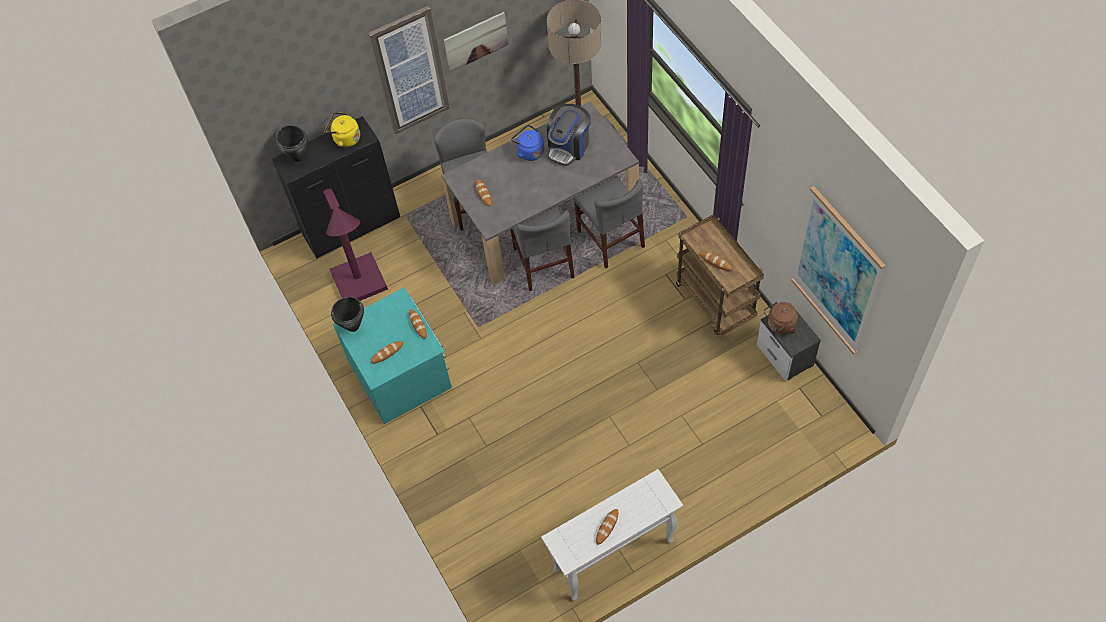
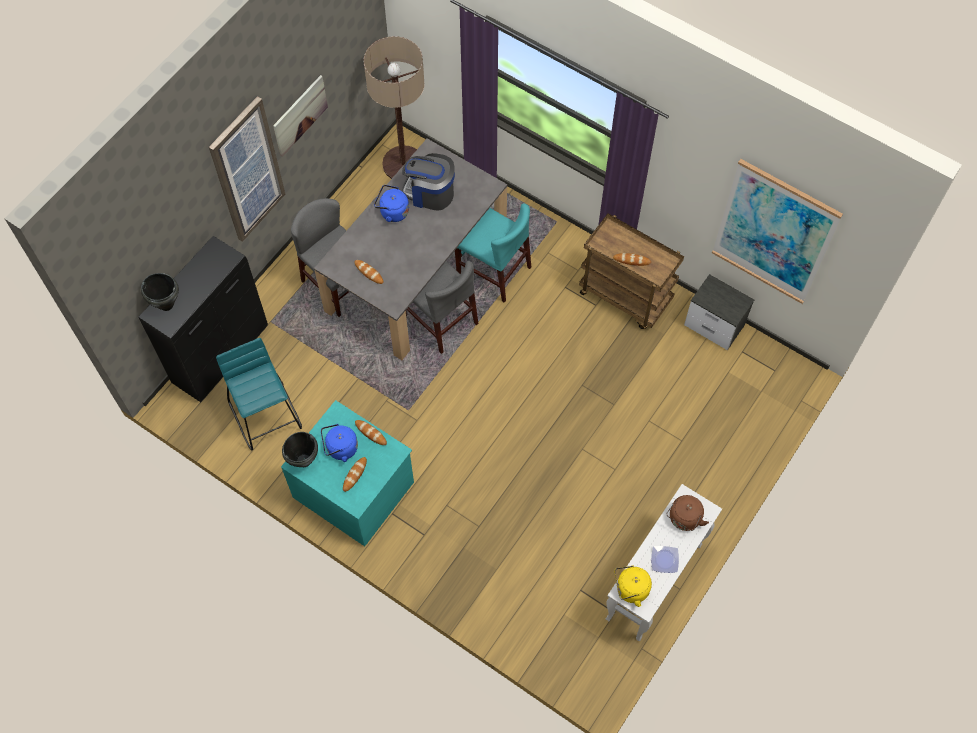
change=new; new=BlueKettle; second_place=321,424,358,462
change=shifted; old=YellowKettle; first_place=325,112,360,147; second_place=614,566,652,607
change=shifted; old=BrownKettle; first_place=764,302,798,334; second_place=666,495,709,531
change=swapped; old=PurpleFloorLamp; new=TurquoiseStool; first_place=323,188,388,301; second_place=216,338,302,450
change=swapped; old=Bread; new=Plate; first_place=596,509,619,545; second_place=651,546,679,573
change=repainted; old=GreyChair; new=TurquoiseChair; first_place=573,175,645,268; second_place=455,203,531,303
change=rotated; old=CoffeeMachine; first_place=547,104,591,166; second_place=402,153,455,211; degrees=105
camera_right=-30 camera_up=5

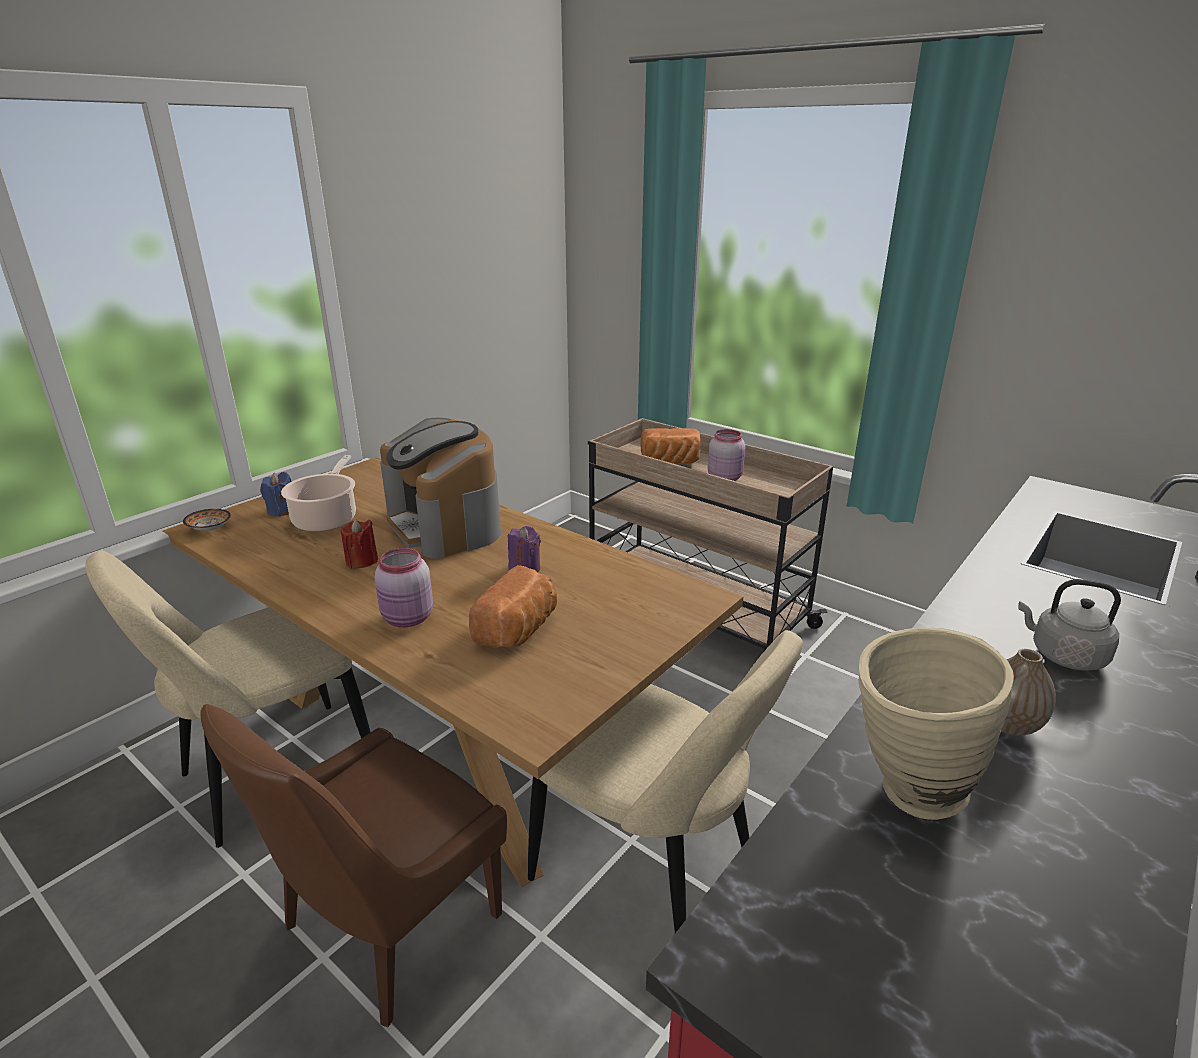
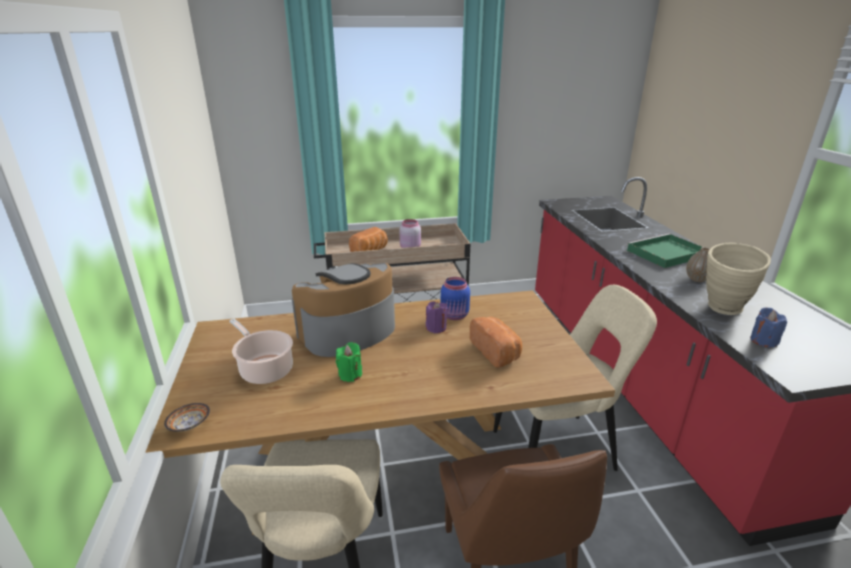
change=gone; old=PinkJar; first_place=375,548,433,627
change=new; new=BlueJar; second_place=441,277,470,320
change=shifted; old=BlueCandle; first_place=260,472,292,517; second_place=750,307,787,348
change=swapped; old=GreyKettle; new=GreenTray; first_place=1018,579,1121,671; second_place=627,234,702,268
change=repainted; old=RedCandle; new=GreenCandle; first_place=341,519,378,568; second_place=336,342,362,382
change=rotated; old=CoffeeMachine; first_place=380,418,501,559; second_place=292,263,395,357; degrees=135
camera_right=-50 camera_up=0

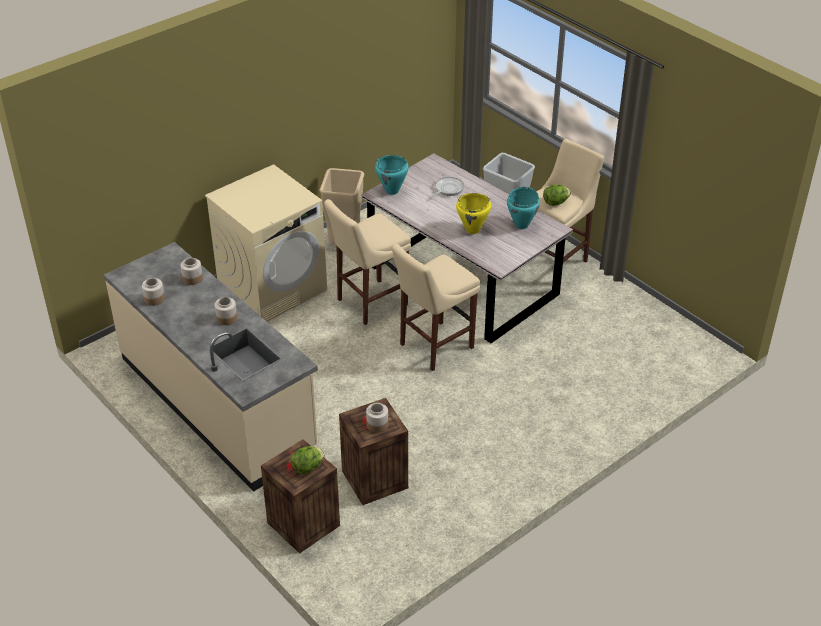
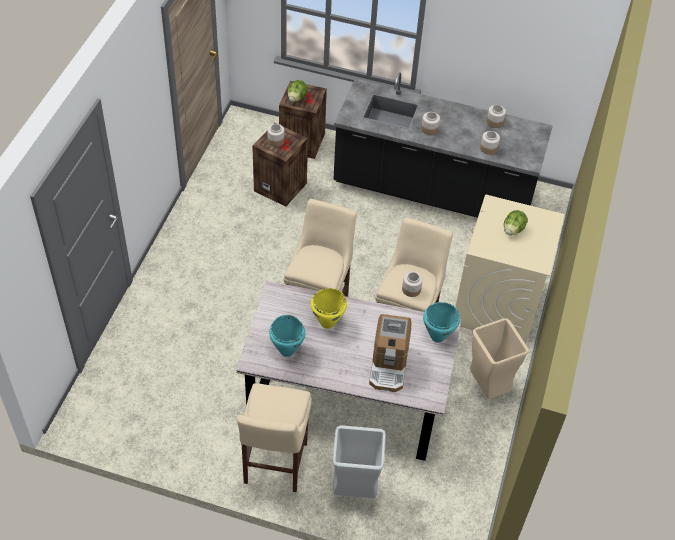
change=new; new=Jar; second_place=402,271,423,297
change=shifted; old=Lettuce; first_place=543,185,571,206; second_place=504,210,528,235
change=swapped; old=FryingPan; new=CoffeeMachine; first_place=429,177,464,199; second_place=369,314,411,392
change=repainted; old=BeigeCounter; new=BlackCounter; first_place=104,242,318,492; second_place=333,72,553,218
camera_right=145 camera_up=10

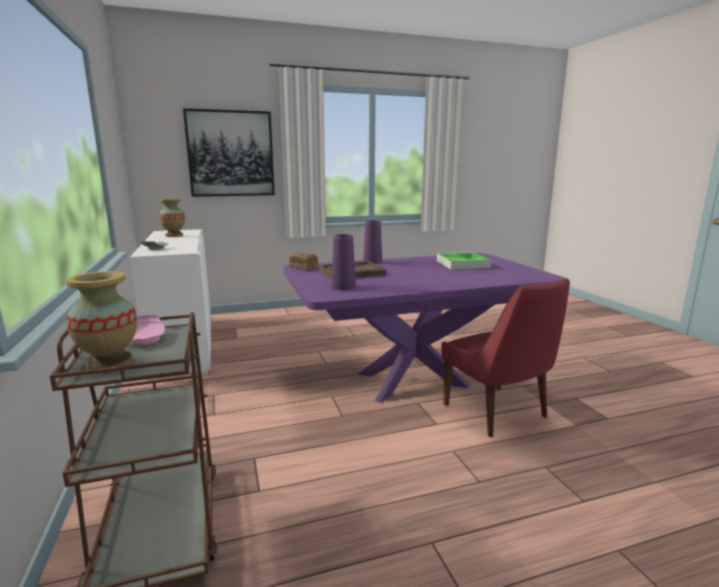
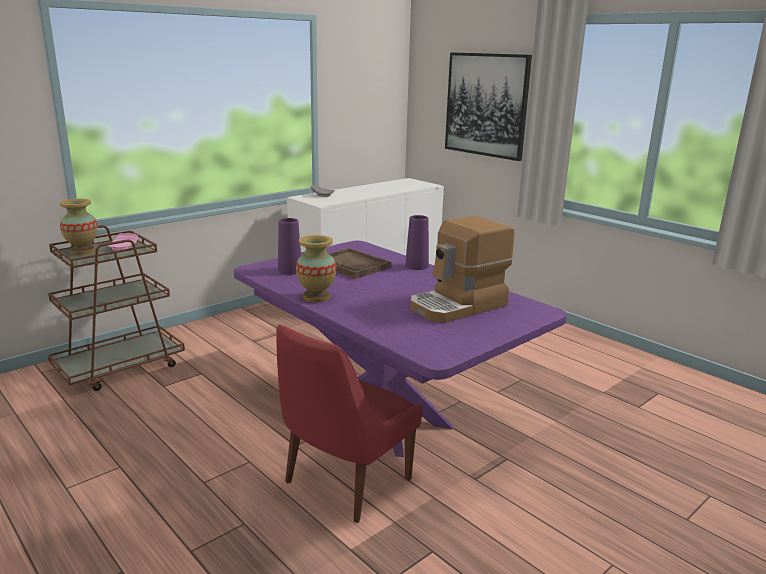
change=gone; old=Bread; first_place=289,253,318,270
change=shifted; old=Vase; first_place=159,199,185,237; second_place=296,235,336,302
change=swapped; old=Tray; new=CoffeeMachine; first_place=437,252,492,270; second_place=410,216,515,323
camera_right=65 camera_up=5

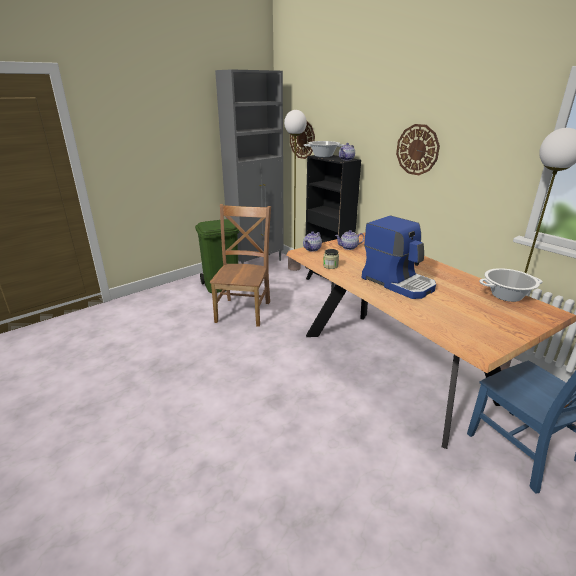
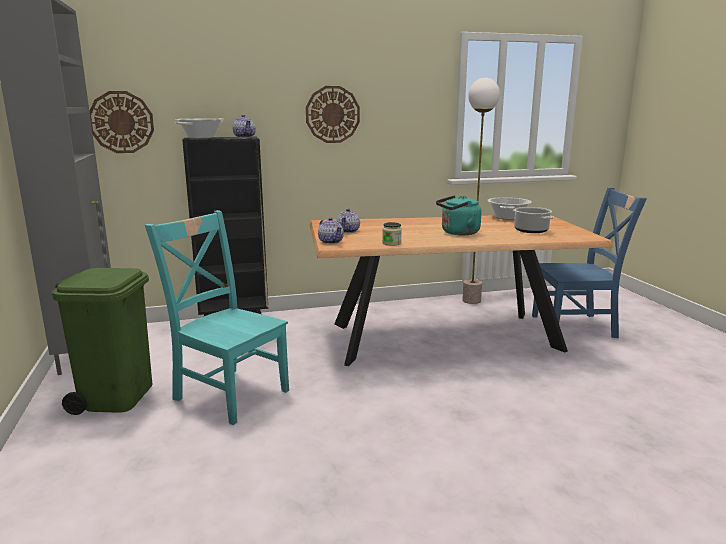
change=gone; old=FloorLamp; first_place=284,110,307,271
change=new; new=CookingPot; second_place=513,207,554,233
change=swapped; old=CoffeeMachine; new=TurquoiseKettle; first_place=362,216,436,299; second_place=436,195,482,235
change=repainted; old=BrownChair; new=TurquoiseChair; first_place=210,204,271,327; second_place=145,210,289,425
camera_right=-65 camera_up=-10

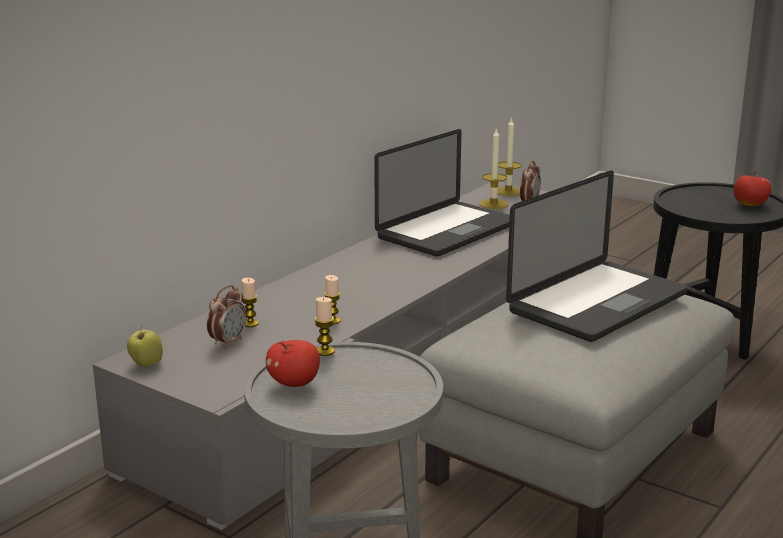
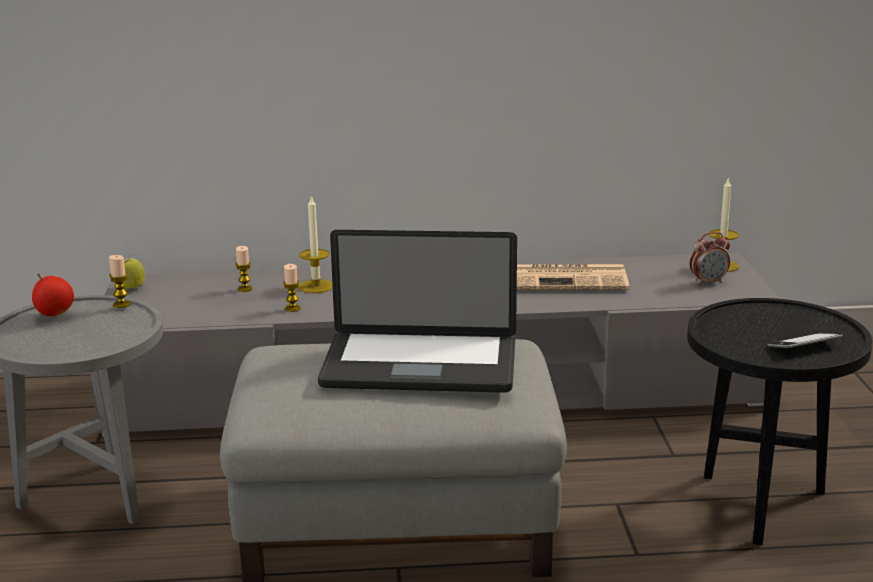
change=gone; old=AlarmClock; first_place=207,285,246,349
change=shifted; old=Candle; first_place=479,128,508,209; second_place=298,195,333,293
change=swapped; old=Laptop; new=Newspaper; first_place=374,129,510,257; second_place=517,264,629,290
change=swapped; old=Apple; new=Phone; first_place=734,171,772,206; second_place=767,333,843,348
camera_right=50 camera_up=0

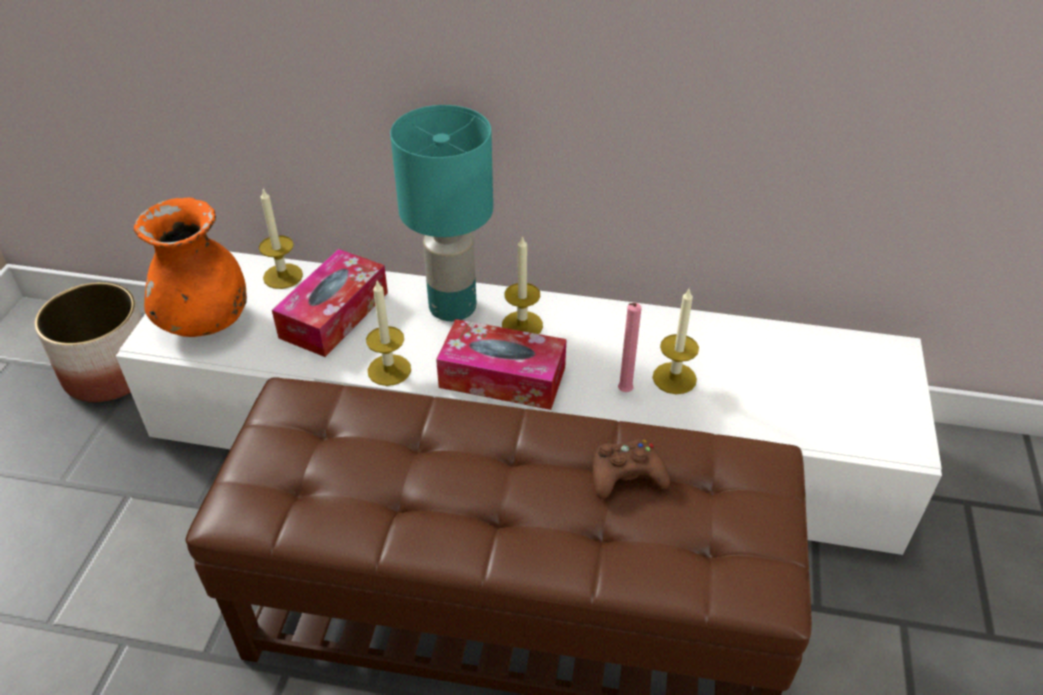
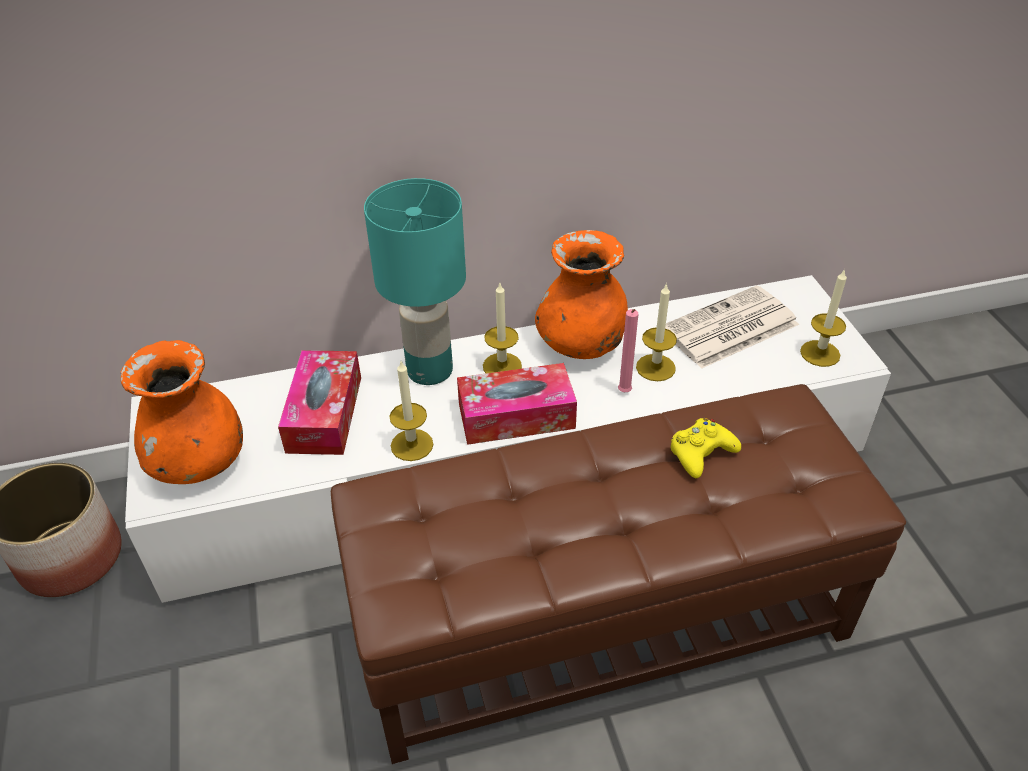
change=new; new=OrangeVase; second_place=535,230,628,359
change=new; new=Newspaper; second_place=665,285,799,369
change=shifted; old=Candle; first_place=259,189,303,289; second_place=800,269,847,367
change=repainted; old=BrownGameController; new=YellowGameController; first_place=593,439,670,499; second_place=670,418,741,478
camera_right=-25 camera_up=0

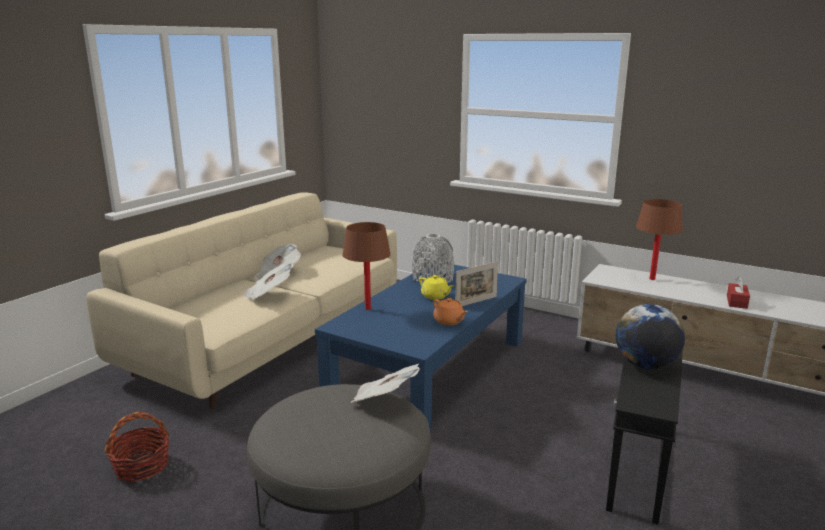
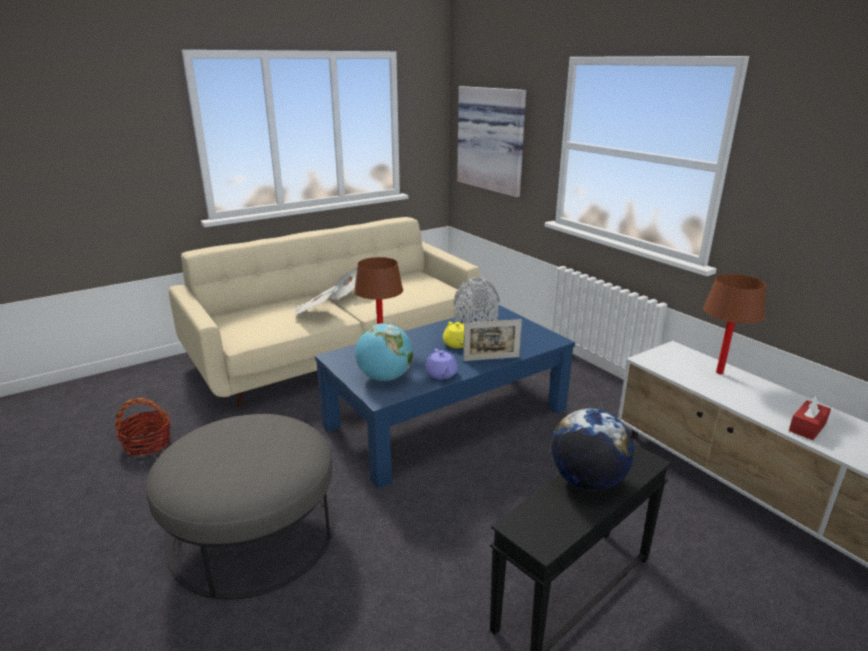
change=gone; old=Newspaper; first_place=351,364,420,403
change=new; new=Globe; second_place=355,323,413,381
change=new; new=Picture; second_place=457,86,526,197
change=repainted; old=OrangeTeapot; new=PurpleTeapot; first_place=433,298,468,325; second_place=425,349,458,379
camera_right=25 camera_up=5

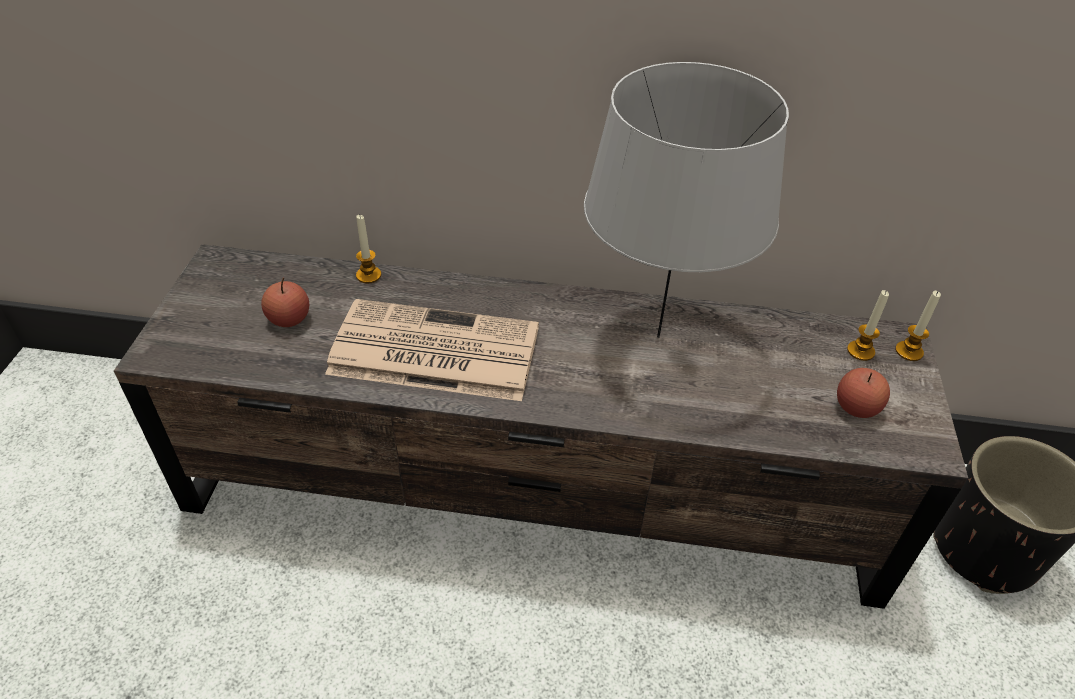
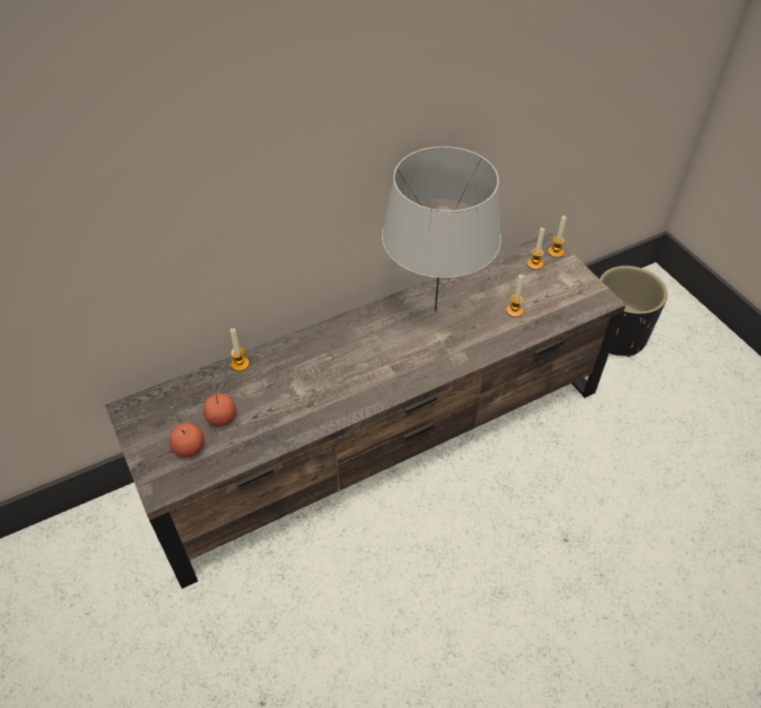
change=gone; old=Newspaper; first_place=325,299,539,401
change=new; new=Candle; second_place=506,274,524,317
change=shifted; old=Apple; first_place=837,368,890,418; second_place=169,423,204,457
camera_right=-35 camera_up=5

